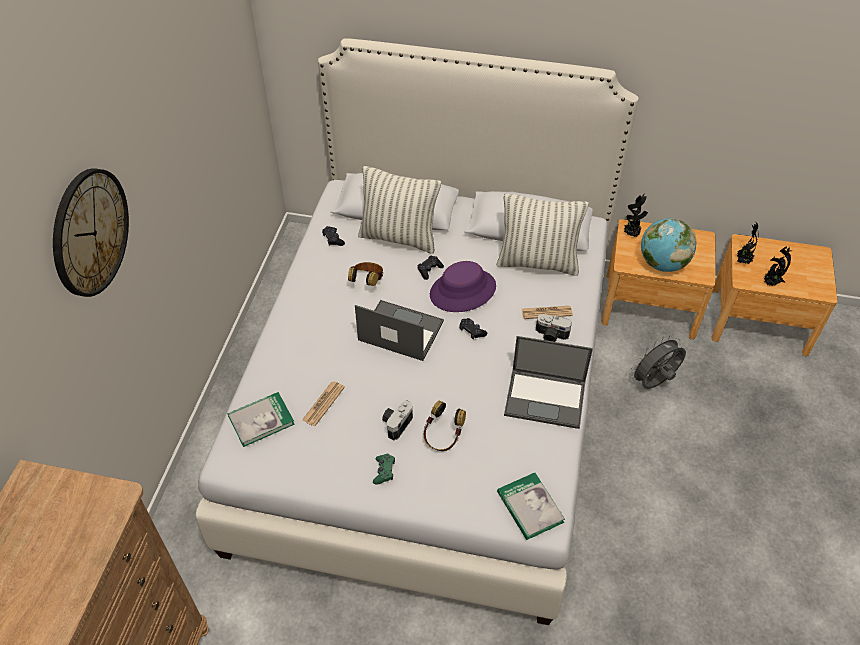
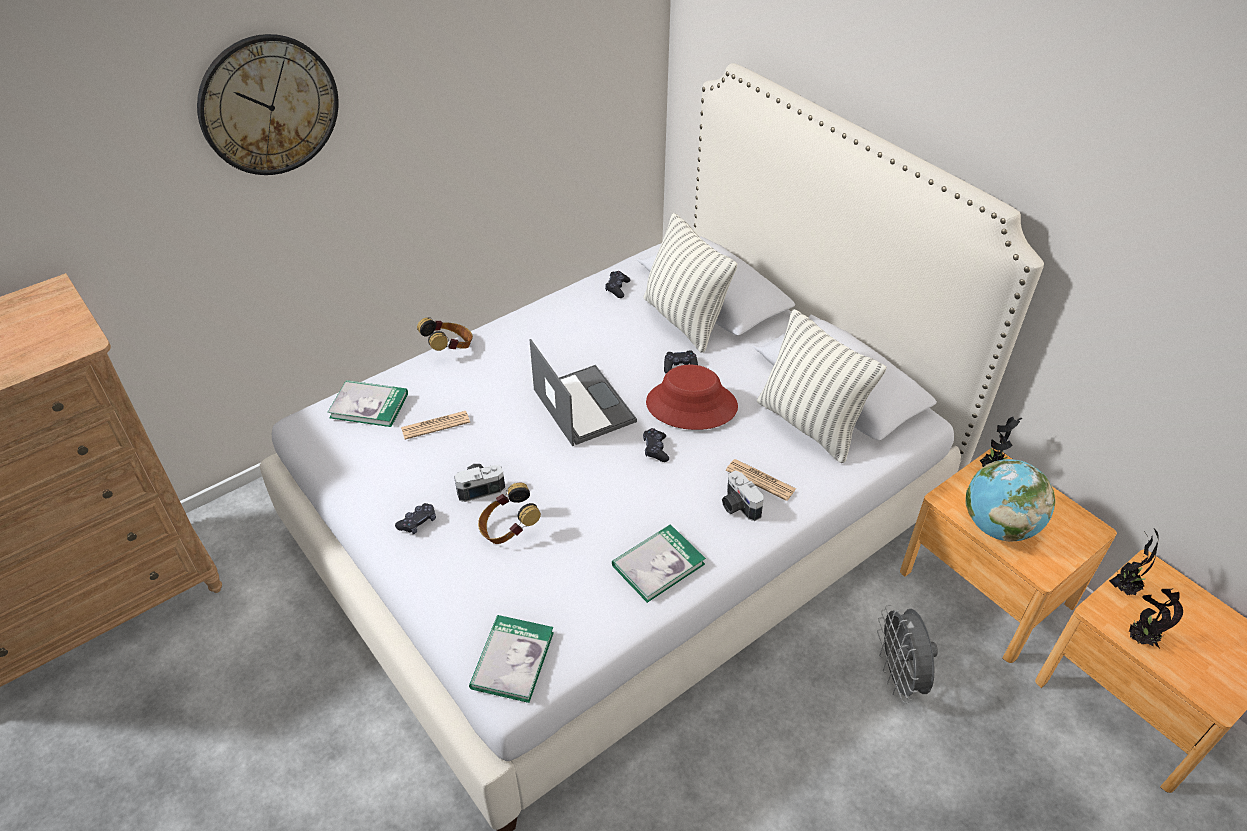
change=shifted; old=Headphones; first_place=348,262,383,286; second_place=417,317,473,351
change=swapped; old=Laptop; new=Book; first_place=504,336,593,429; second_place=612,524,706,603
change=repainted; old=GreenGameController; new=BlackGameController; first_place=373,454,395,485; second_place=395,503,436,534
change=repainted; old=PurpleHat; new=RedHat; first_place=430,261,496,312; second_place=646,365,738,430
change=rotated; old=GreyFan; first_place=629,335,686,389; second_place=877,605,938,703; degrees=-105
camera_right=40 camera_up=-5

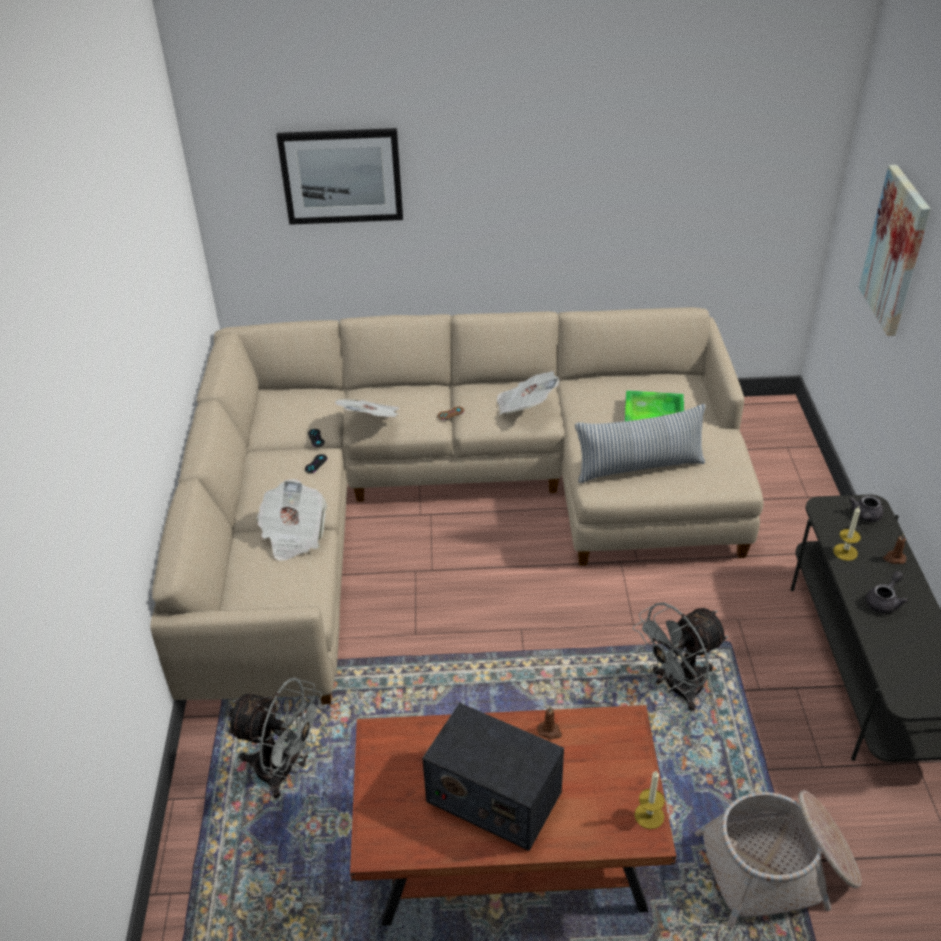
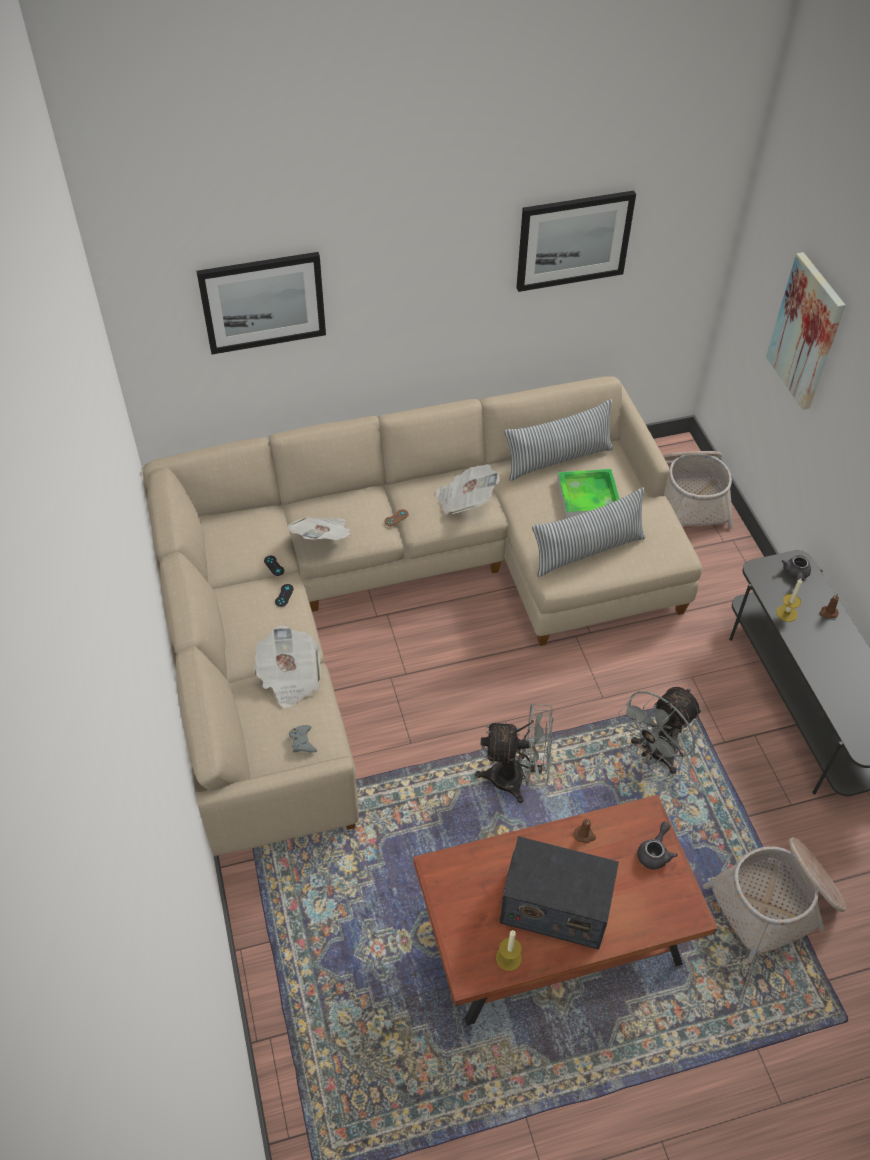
change=new; new=GreyGameController; second_place=289,725,317,752
change=new; new=Pillow; second_place=504,399,613,481
change=new; new=Picture; second_place=516,191,636,292
change=new; new=Basket; second_place=663,451,733,529
change=shifted; old=GreyFan; first_place=226,678,322,798; second_place=475,703,553,803
change=shifted; old=Candle; first_place=634,770,665,829; second_place=496,930,522,971
change=shifted; old=GreyTeapot; first_place=866,571,908,614; second_place=637,821,678,870
camera_right=-15 camera_up=10

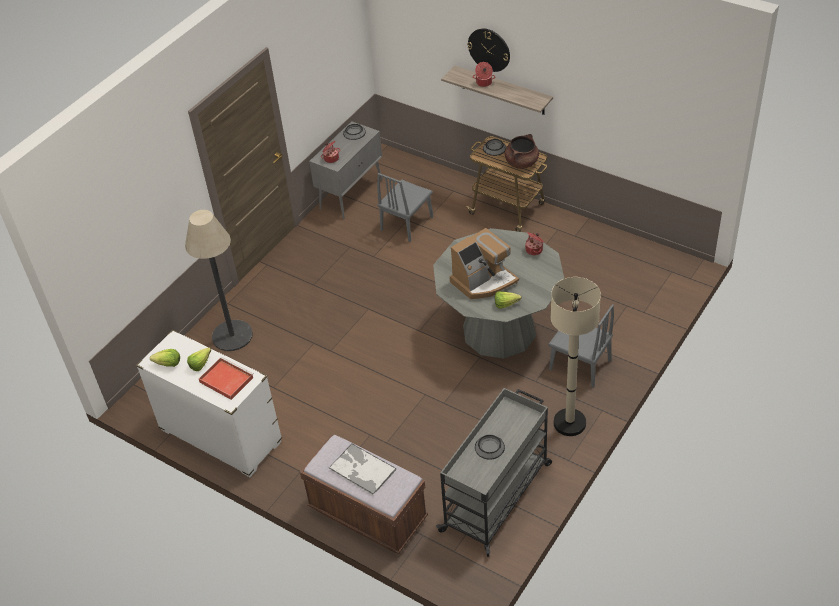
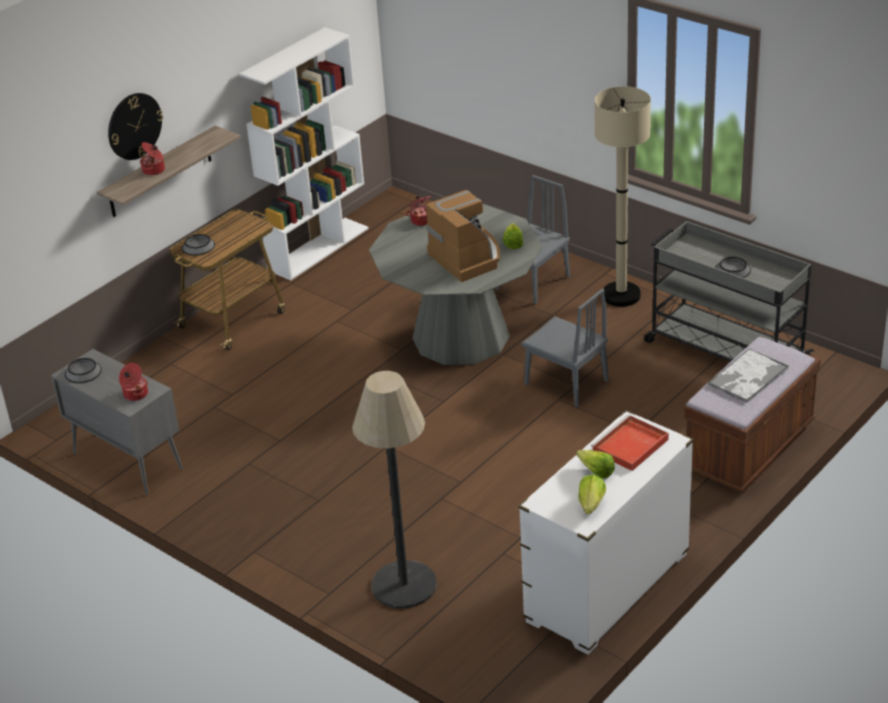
change=gone; old=BrownCookingPot; first_place=505,134,539,169
change=new; new=WhiteBookcase; second_place=239,27,369,281
change=shifted; old=GreyChair; first_place=377,173,433,242; second_place=521,288,609,407
camera_right=-85 camera_up=-10

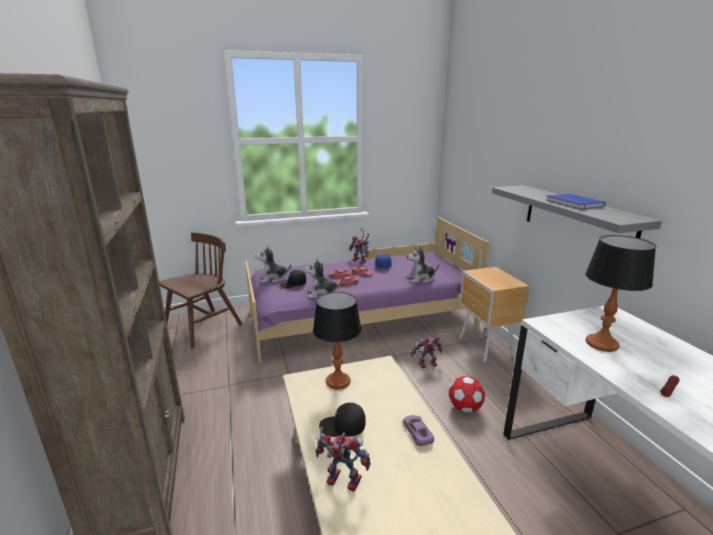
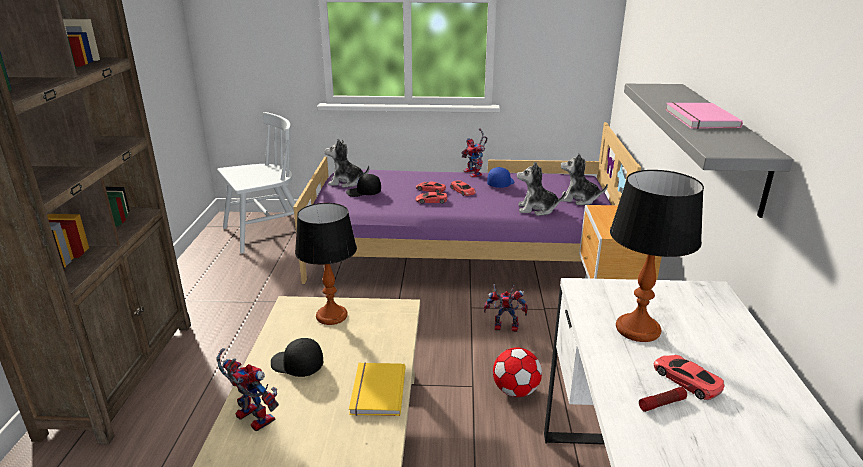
change=new; new=RedToyCar; second_place=654,355,725,400
change=shifted; old=PlushToy; first_place=304,259,342,298; second_place=561,153,608,205
change=swapped; old=PurpleToyCar; new=YellowBook; first_place=403,415,434,446; second_place=349,362,405,416
change=repainted; old=BrownChair; new=WhiteChair; first_place=159,232,243,349; second_place=217,112,295,254
change=repainted; old=BlueBook; new=PinkBook; first_place=547,194,606,209; second_place=665,102,743,129
camera_right=20 camera_up=5

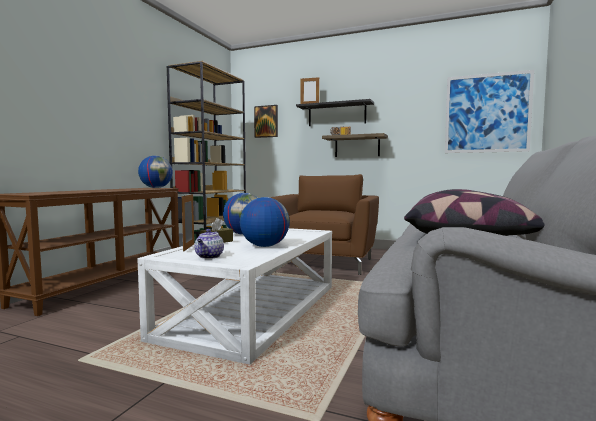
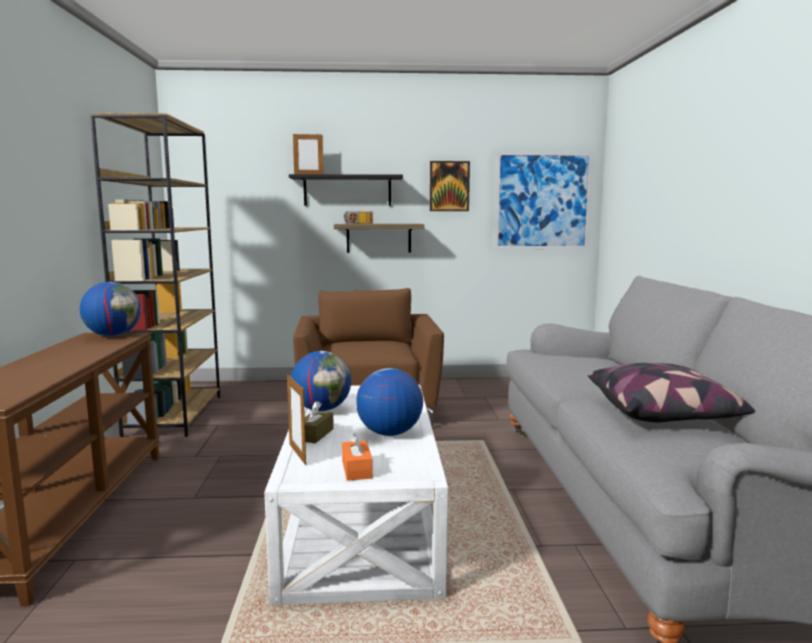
change=shifted; old=Picture; first_place=254,105,278,138; second_place=430,161,470,211
change=swapped; old=Teapot; new=OrangeTissueBox; first_place=194,229,224,259; second_place=342,431,373,481
camera_right=-25 camera_up=5

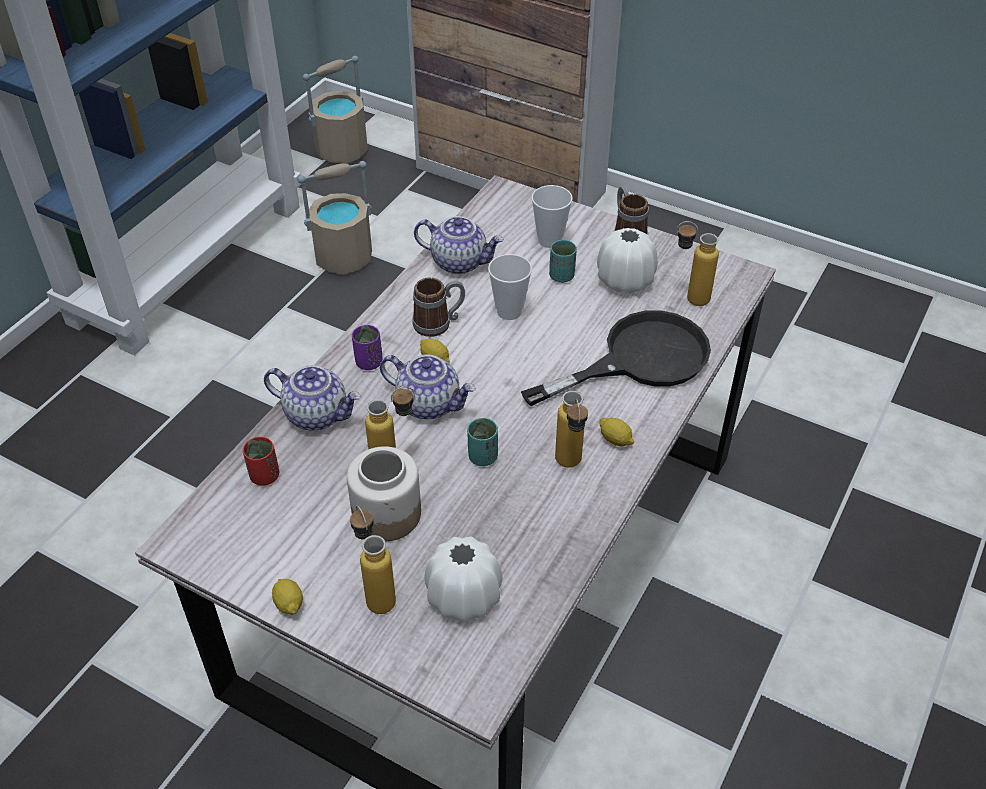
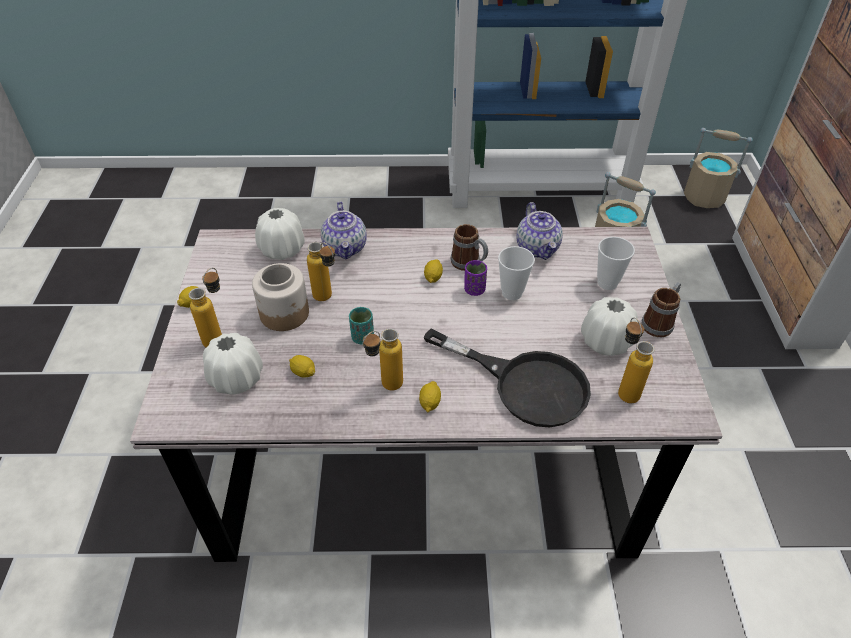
change=gone; old=Teapot; first_place=380,355,476,419
change=gone; old=TurquoiseCup; first_place=549,240,577,283
change=new; new=Lemon; second_place=289,355,315,378
change=shifted; old=PurpleCup; first_place=352,325,383,370; second_place=464,260,487,296
change=swapped; old=RedCup; new=WhiteVase; first_place=243,437,279,486; second_place=255,208,305,260
camera_right=60 camera_up=0

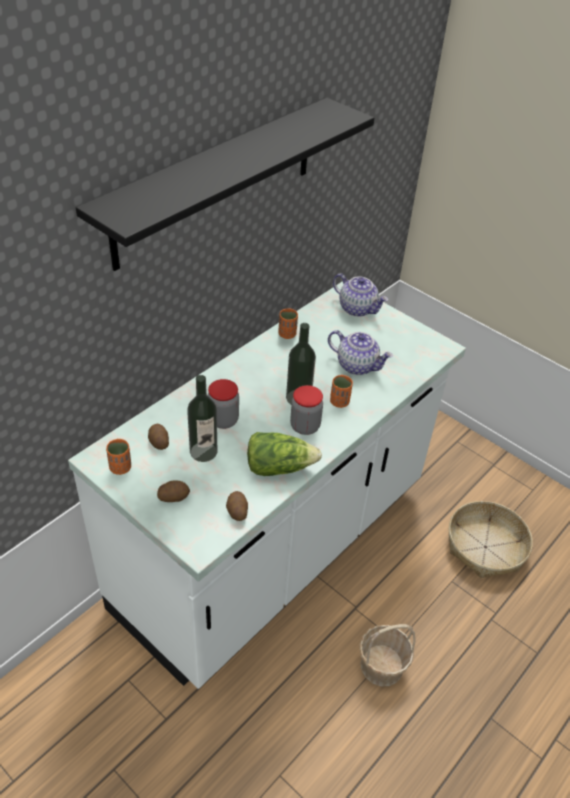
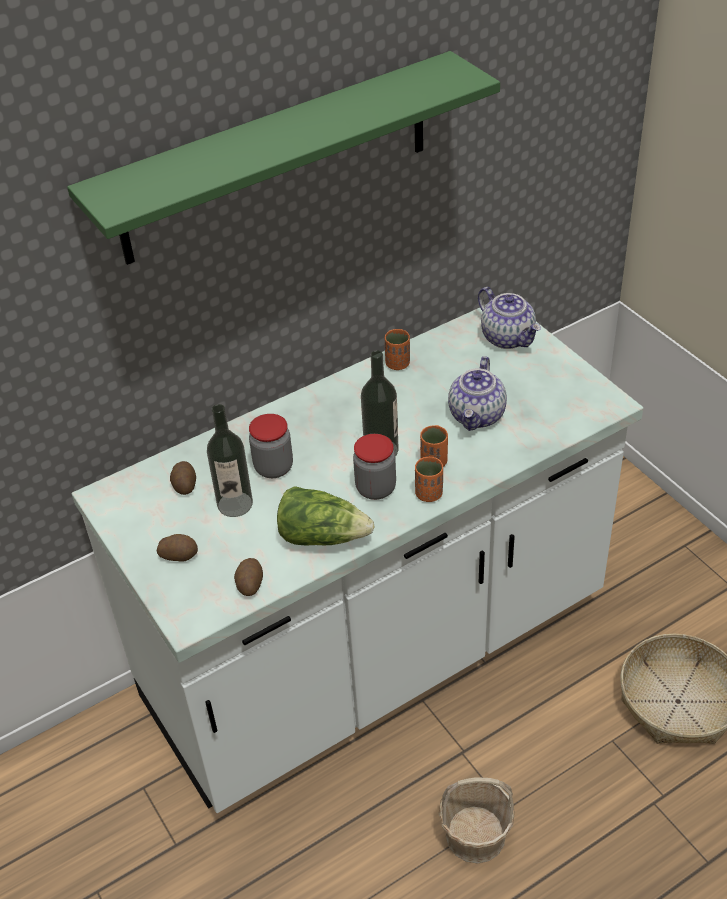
change=shifted; old=OrangeCup; first_place=106,439,131,475; second_place=415,457,443,502
change=repainted; old=BlackShelf; new=GreenShelf; first_place=76,98,374,271; second_place=67,51,500,265
change=rotated; old=Teapot; first_place=328,330,393,375; second_place=448,356,507,431; degrees=60
camera_right=20 camera_up=0

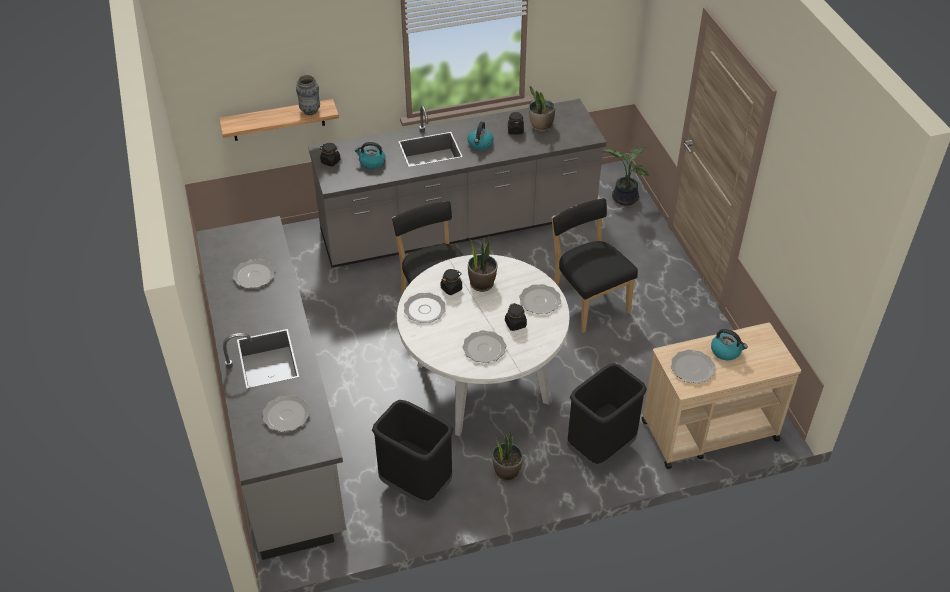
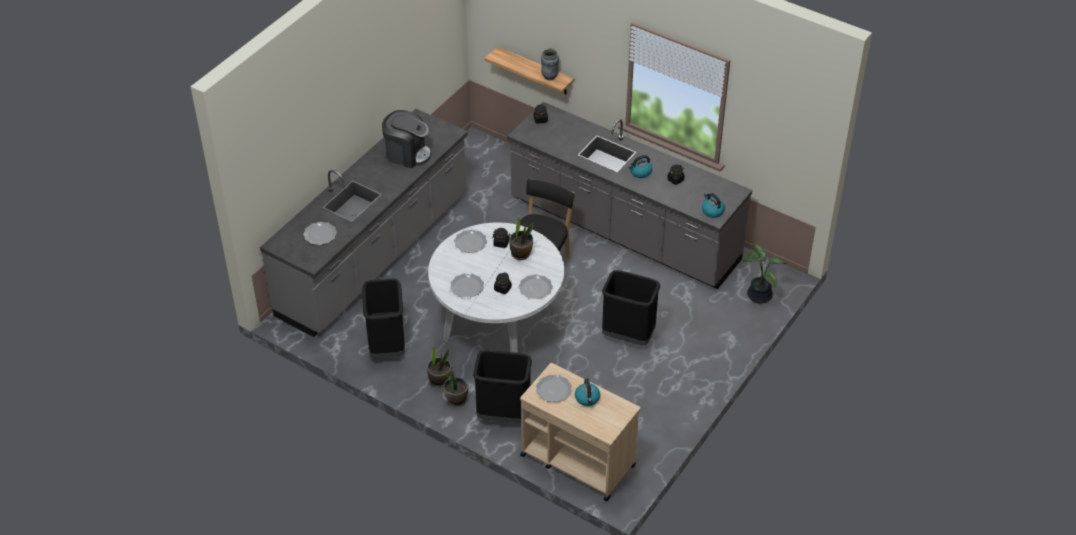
change=shifted; old=Kettle; first_place=355,142,386,169; second_place=702,193,725,218
change=shifted; old=PottedPlant; first_place=529,86,555,132; second_place=444,364,468,407
change=swapped; old=Plate; new=CoffeeMachine; first_place=233,259,275,288; second_place=382,110,432,168
change=swapped; old=BlackChair; new=BlackTrashCan; first_place=552,198,638,333; second_place=602,270,660,345
camera_right=50 camera_up=0

